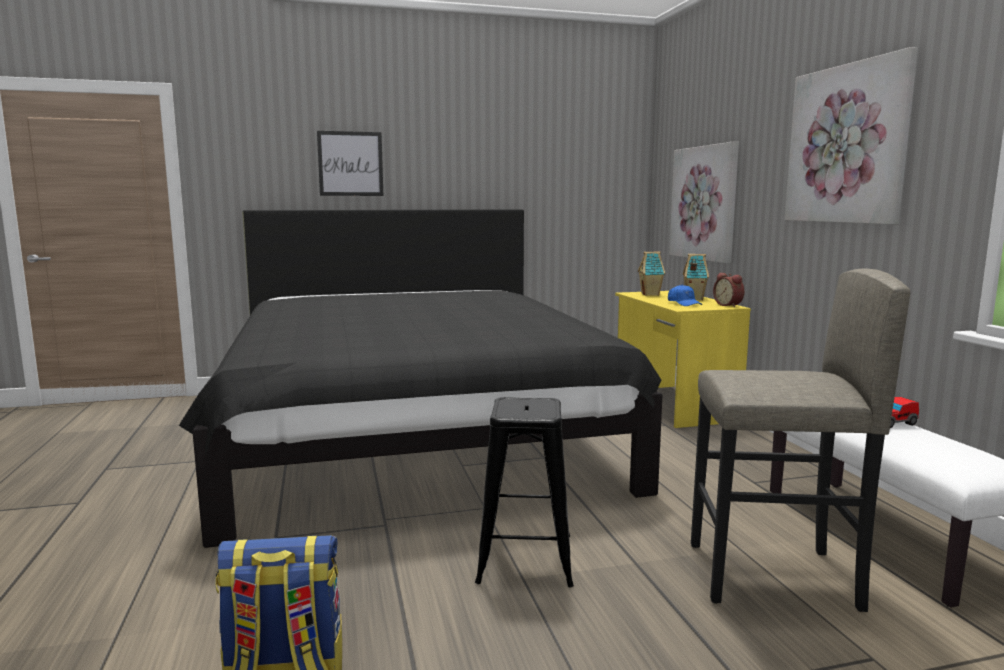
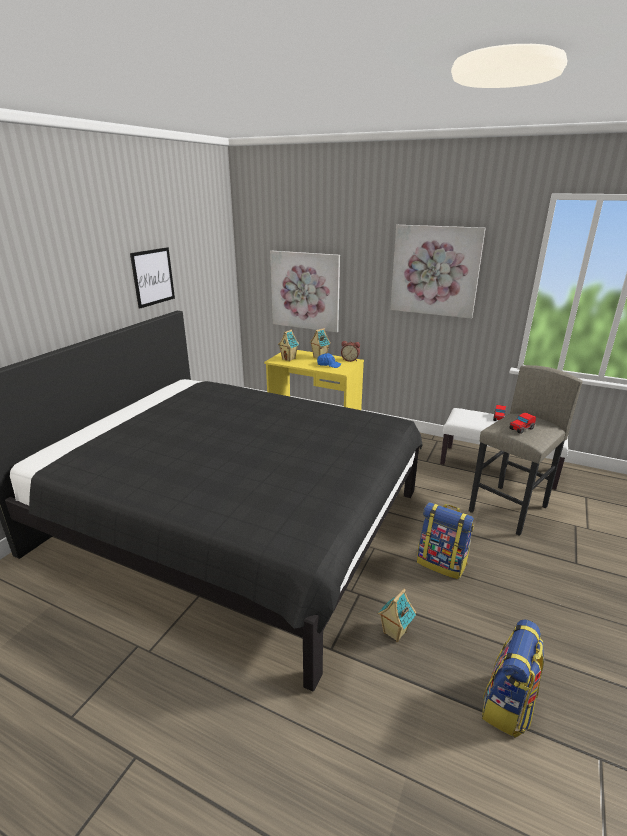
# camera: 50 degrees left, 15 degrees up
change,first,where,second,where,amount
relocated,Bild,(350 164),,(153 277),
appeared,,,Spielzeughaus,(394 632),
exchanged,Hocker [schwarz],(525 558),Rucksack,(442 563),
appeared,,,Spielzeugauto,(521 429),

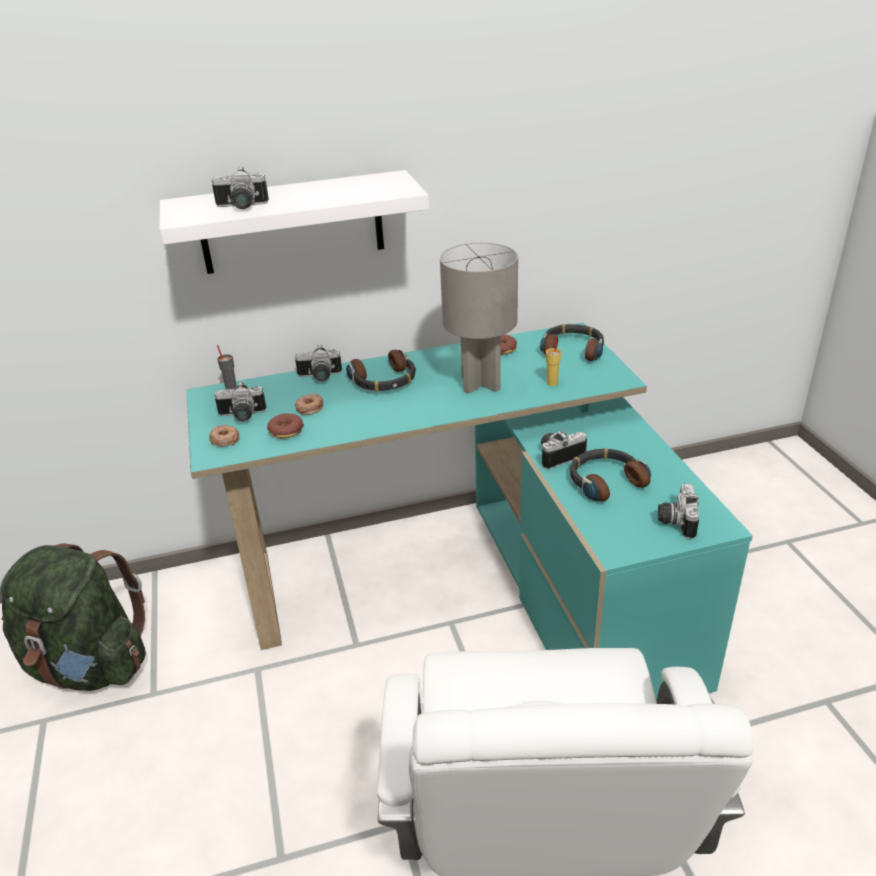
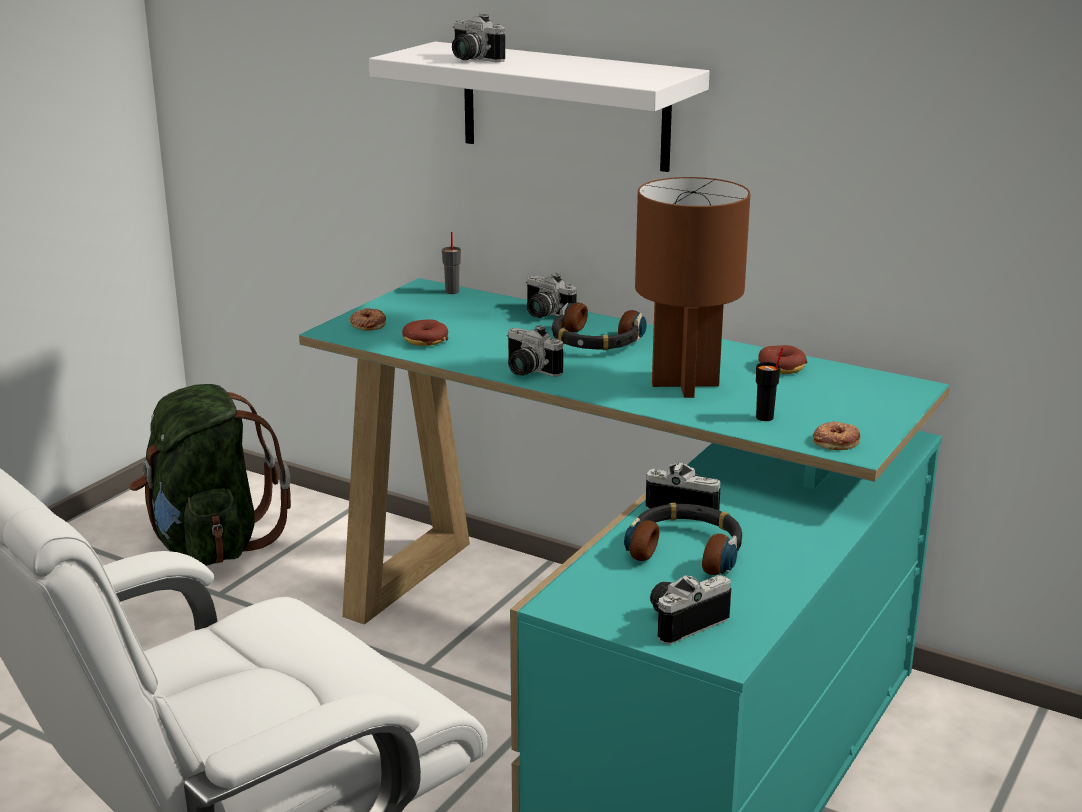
# camera: 45 degrees right, 10 degrees down
change,first,where,second,where,amount
relocated,Kamera,(241 416),,(527 371),
colour,Tischlampe [grau],(480 383),Tischlampe [braun],(686 384),
colour,Tasse [gelb],(552 383),Tasse [schwarz],(765 417),
relocated,Donut,(309 407),,(835 441),
missing,Kopfhörer,(573 349),,,

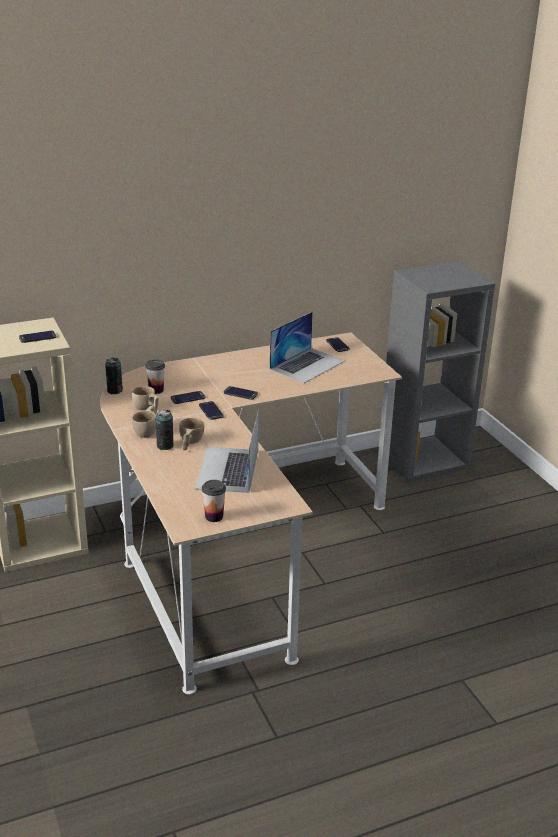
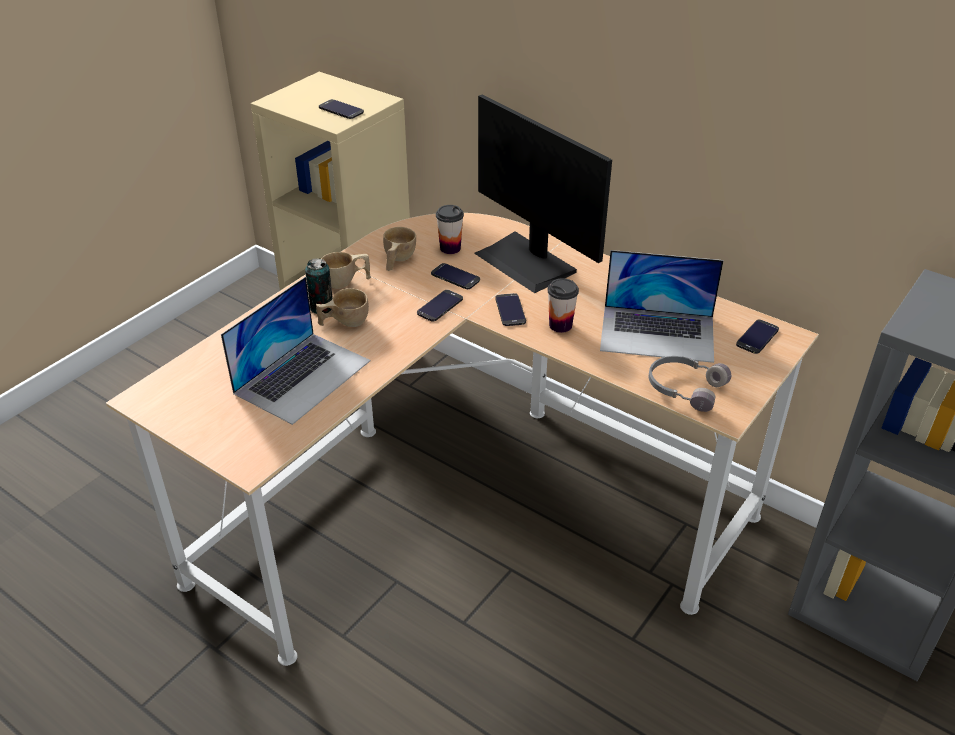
# camera: 60 degrees right, 10 degrees up
change,first,where,second,where,amount
spun,Laptop,(227 469),,(303 376),150 degrees clockwise
appeared,,,Monitor,(527 262),
relocated,Tasse,(214 516),,(560 325),
appeared,,,Kopfhörer [grau],(685 388),
missing,Dose,(115 391),,,

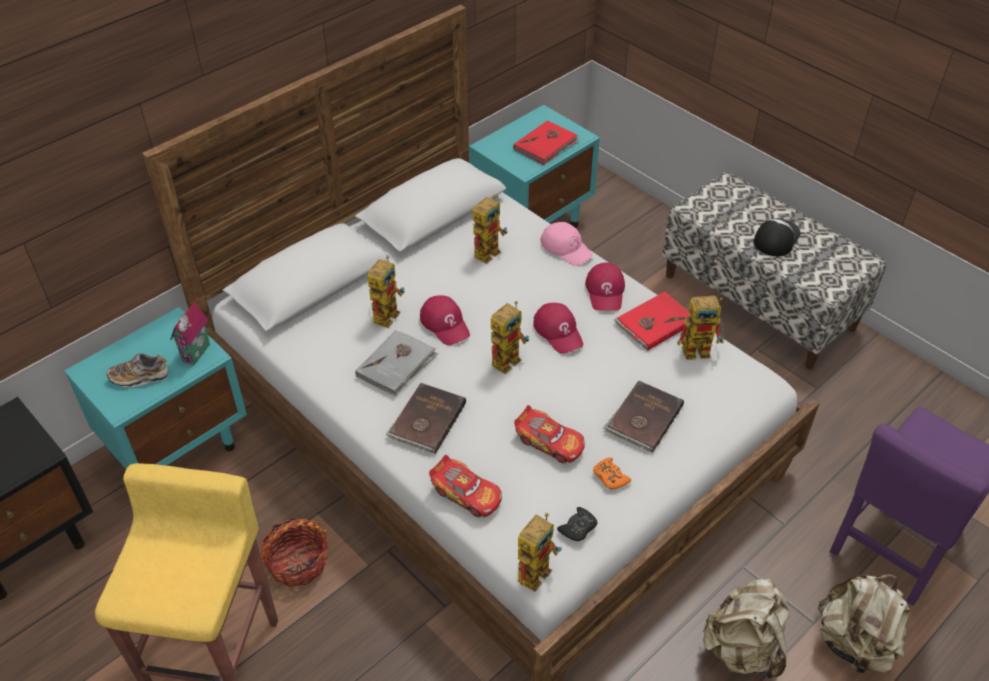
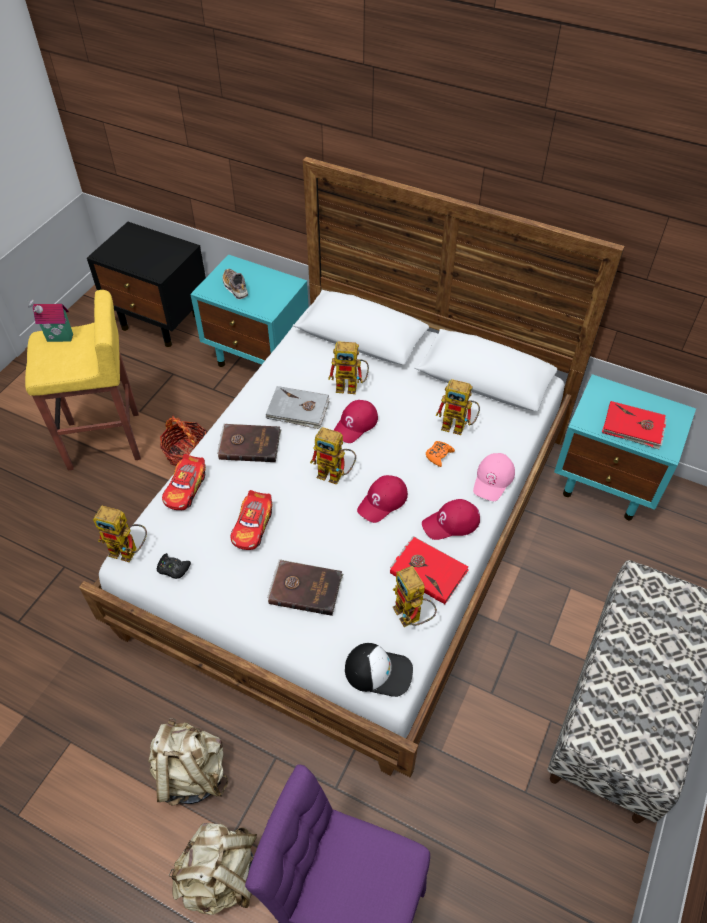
# camera: 70 degrees right, 5 degrees up
change,first,where,second,where,amount
relocated,Spielzeughaus,(198 353),,(59 339),
relocated,Kappe,(776 238),,(379 671),
relocated,Gamepad [orange],(610 477),,(439 455),

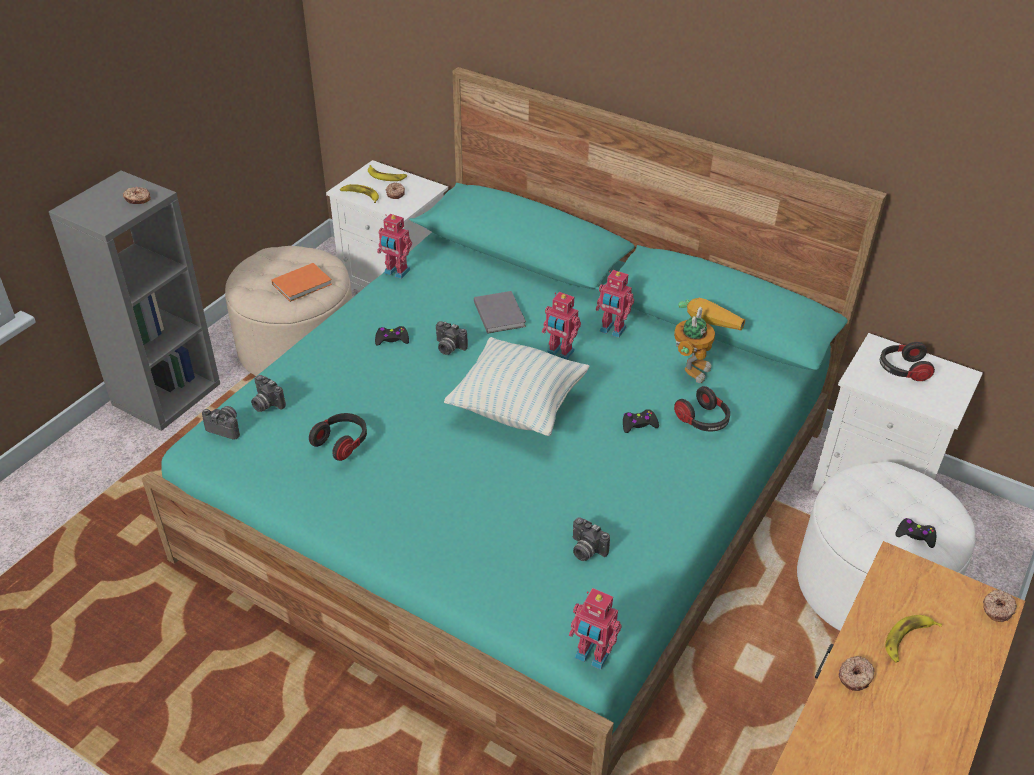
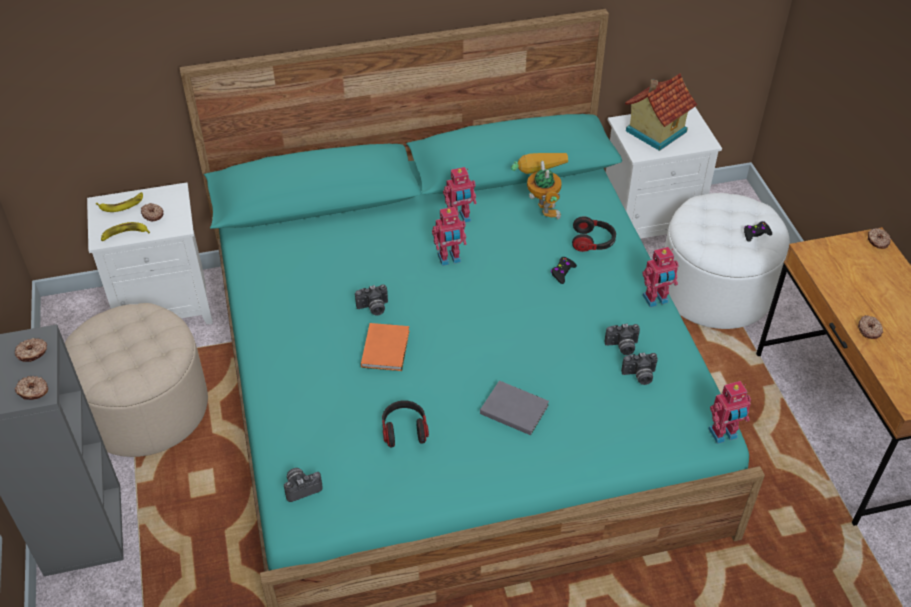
# camera: 45 degrees left, 5 degrees up
change,first,where,second,where,amount
appeared,,,Donut,(33 391),
relocated,Buch [orange],(303 284),,(386 347),
relocated,Buch [grau],(500 313),,(513 408),
relocated,Kamera,(266 404),,(622 347),
exchanged,Kopfhörer,(902 370),Spielzeughaus,(654 131),
relocated,Spielzeugroboter,(396 272),,(656 300),
missing,Gamepad [schwarz],(392 339),,,
missing,Kissen,(517 407),,,
missing,Banane,(908 640),,,

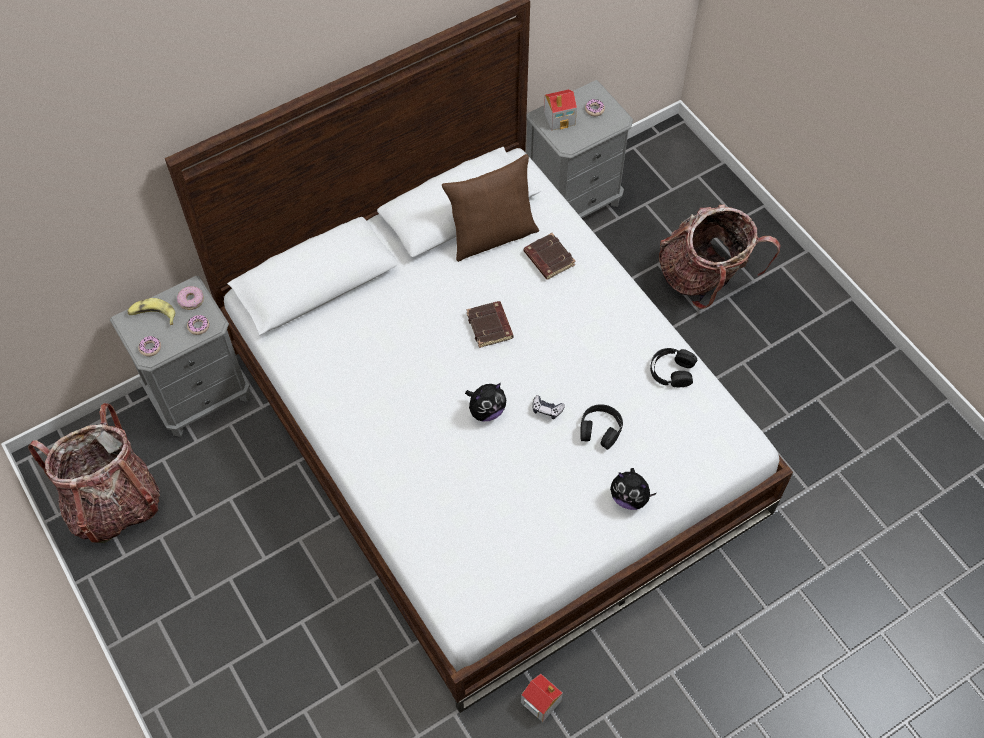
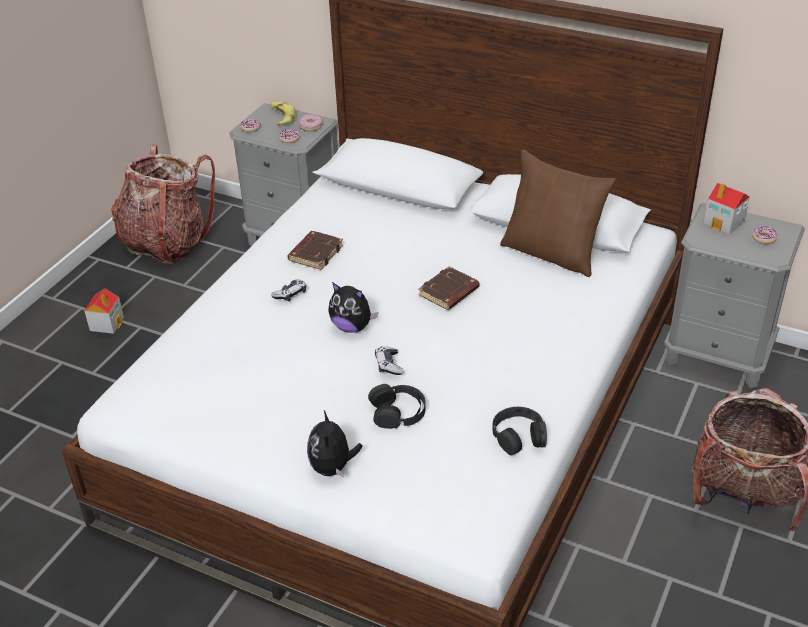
# camera: 60 degrees right, 20 degrees down
change,first,where,second,where,amount
relocated,Spielzeughaus,(540 701),,(107 323),
appeared,,,Gamepad,(290 294),
relocated,Buch [braun],(548 259),,(315 253),

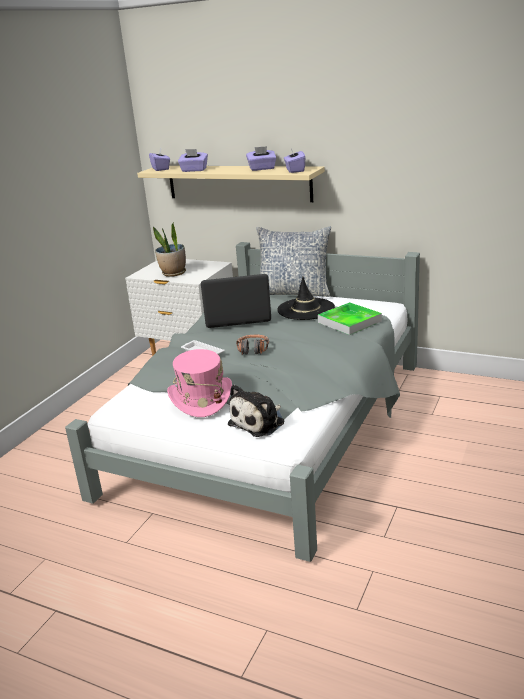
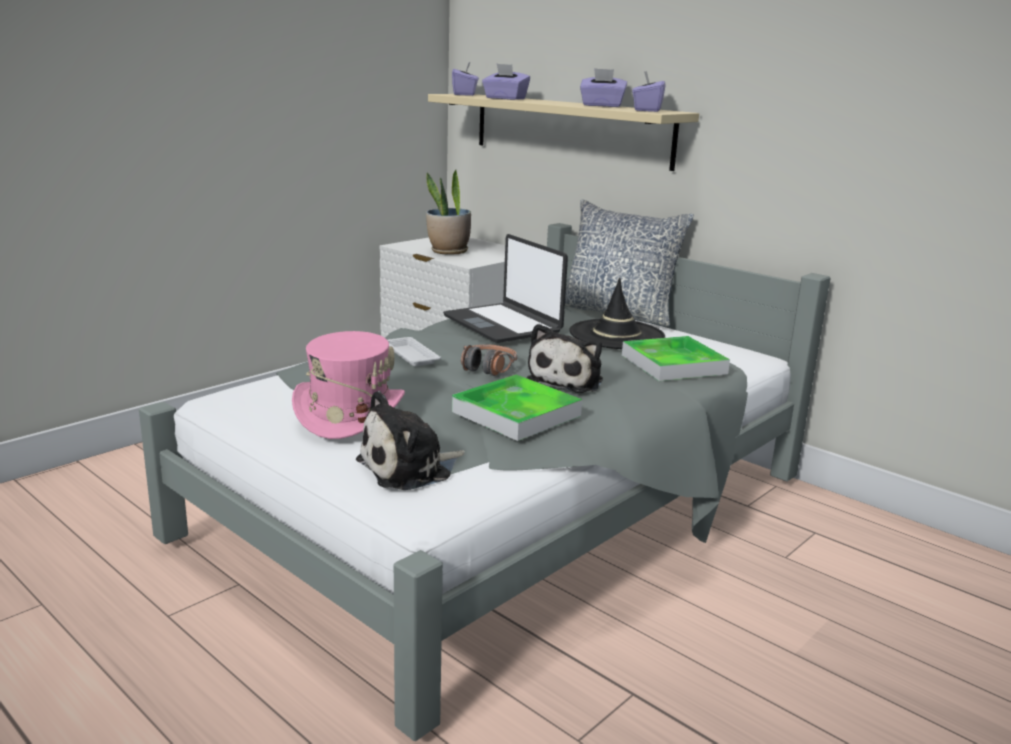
# camera: 15 degrees right, 5 degrees down
change,first,where,second,where,amount
spun,Laptop,(237 317),,(503 324),135 degrees counterclockwise
appeared,,,Tablett,(516 414),
appeared,,,Plüschtier,(567 380),

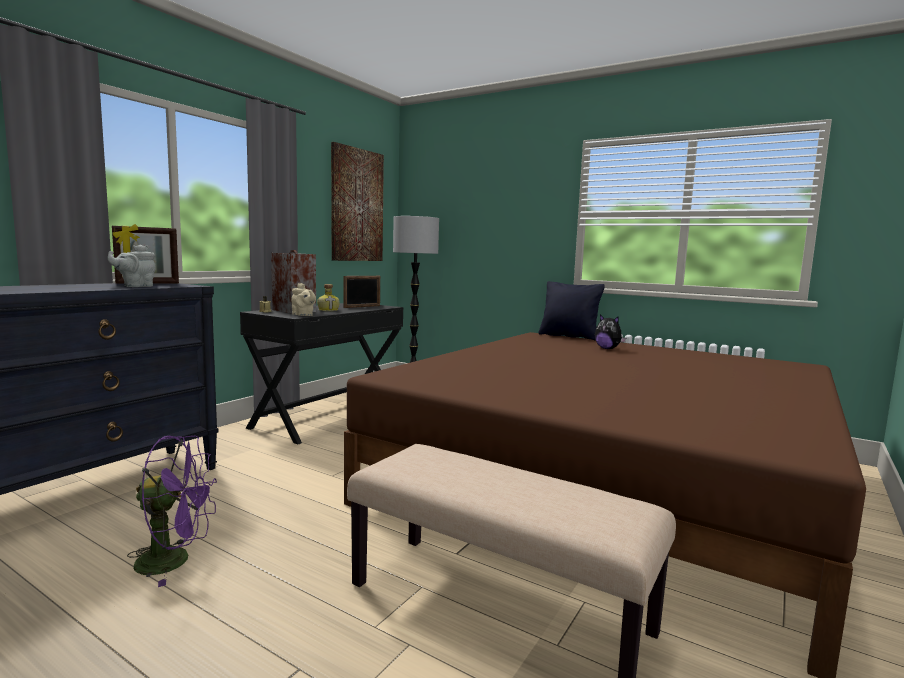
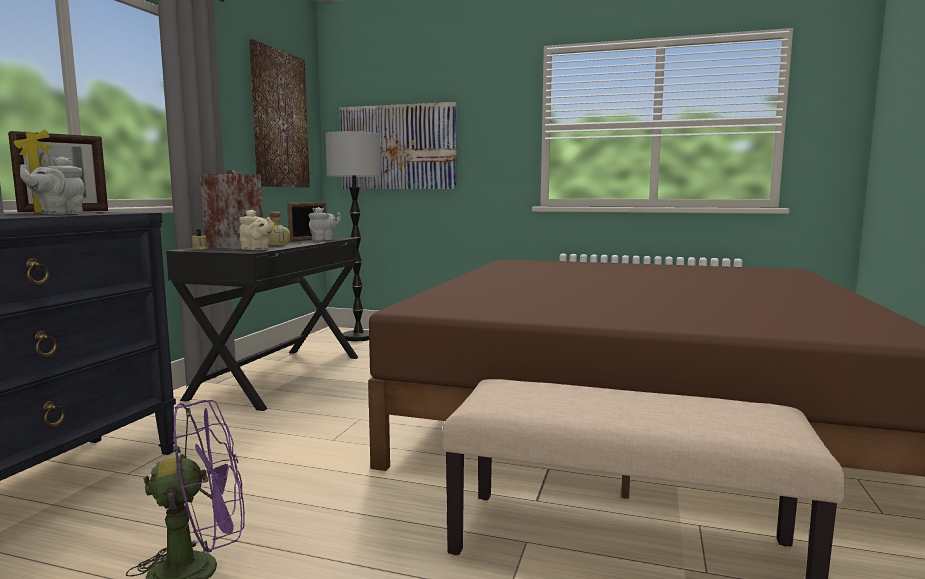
# camera: 15 degrees left, 0 degrees up
change,first,where,second,where,amount
appeared,,,Teekanne [grau],(324 240),
appeared,,,Bild,(397 147),
missing,Kissen [schwarz],(569 336),,,
missing,Plüschtier,(607 349),,,

